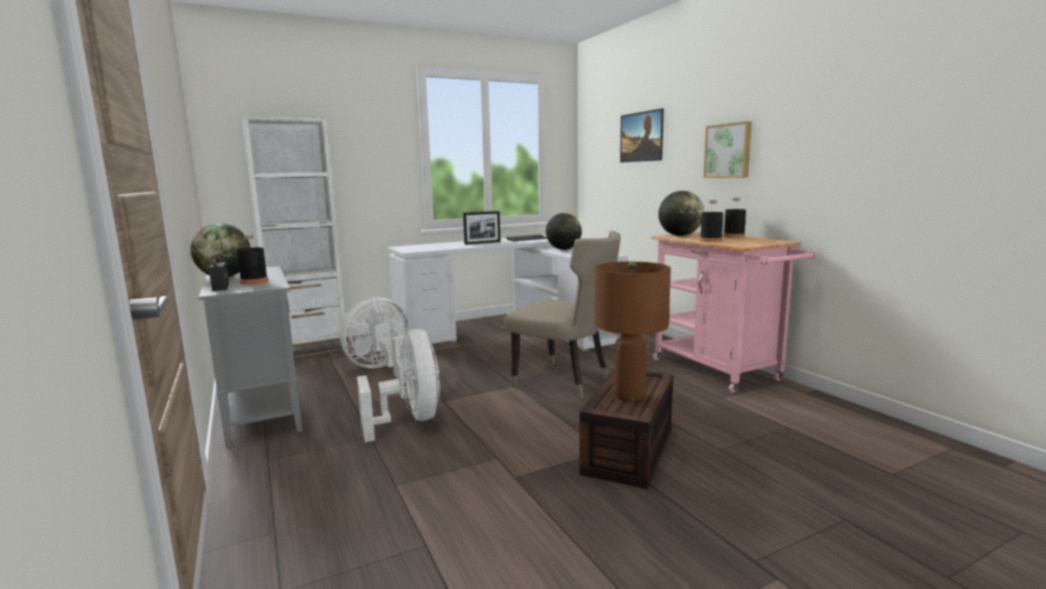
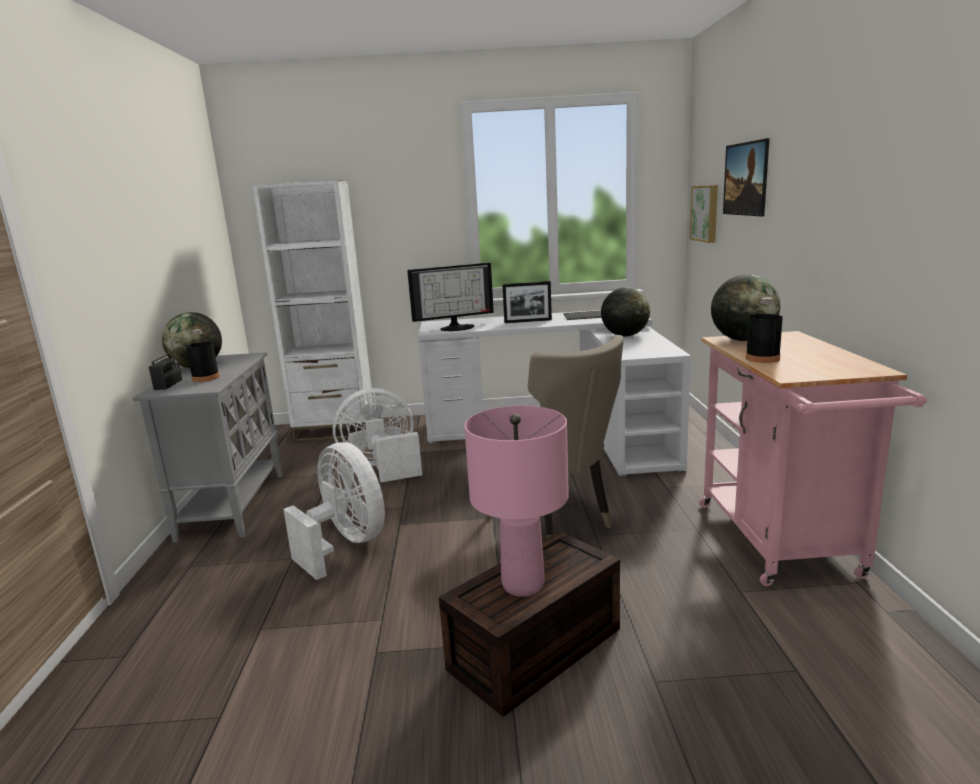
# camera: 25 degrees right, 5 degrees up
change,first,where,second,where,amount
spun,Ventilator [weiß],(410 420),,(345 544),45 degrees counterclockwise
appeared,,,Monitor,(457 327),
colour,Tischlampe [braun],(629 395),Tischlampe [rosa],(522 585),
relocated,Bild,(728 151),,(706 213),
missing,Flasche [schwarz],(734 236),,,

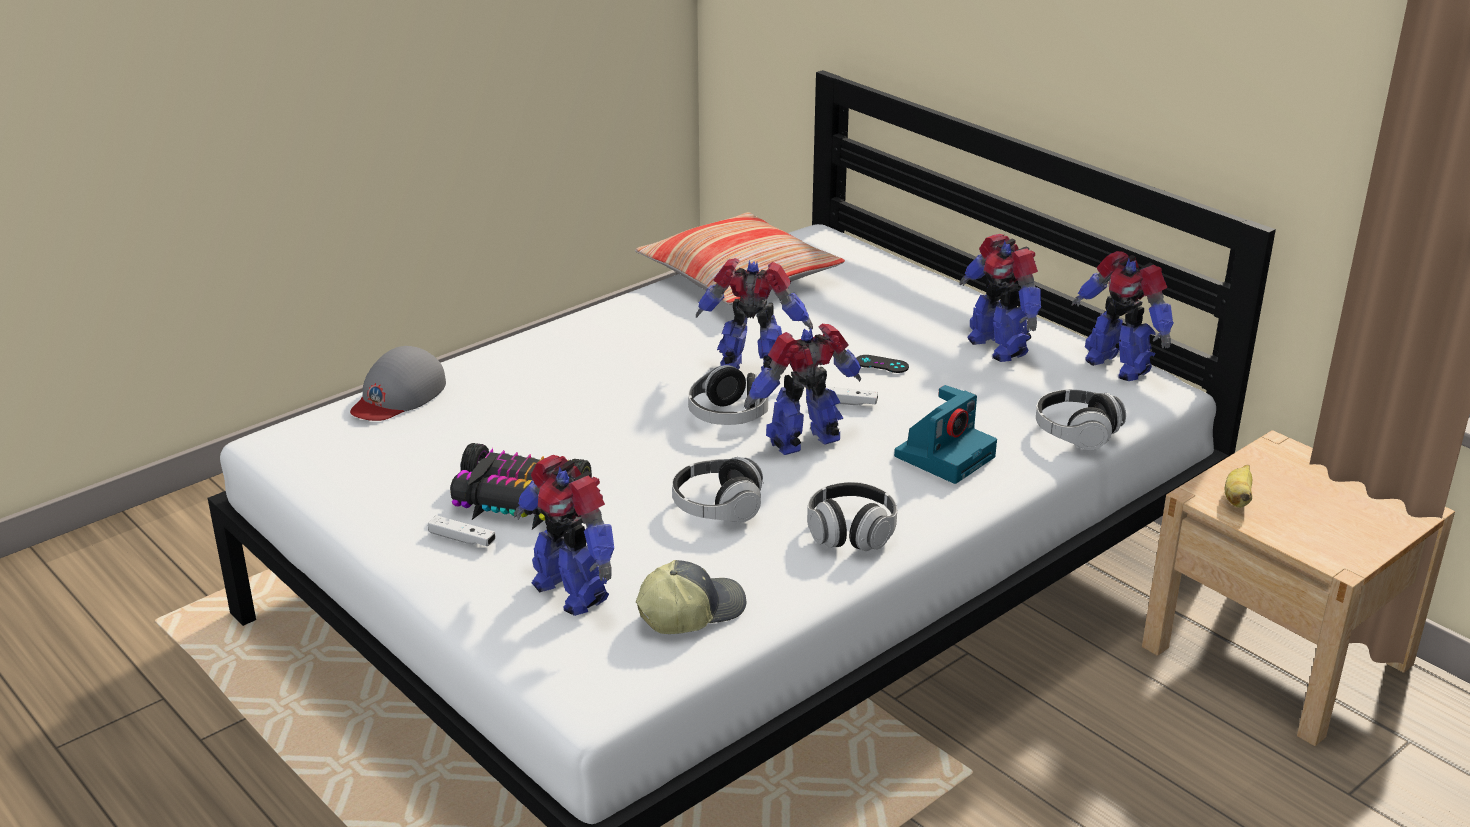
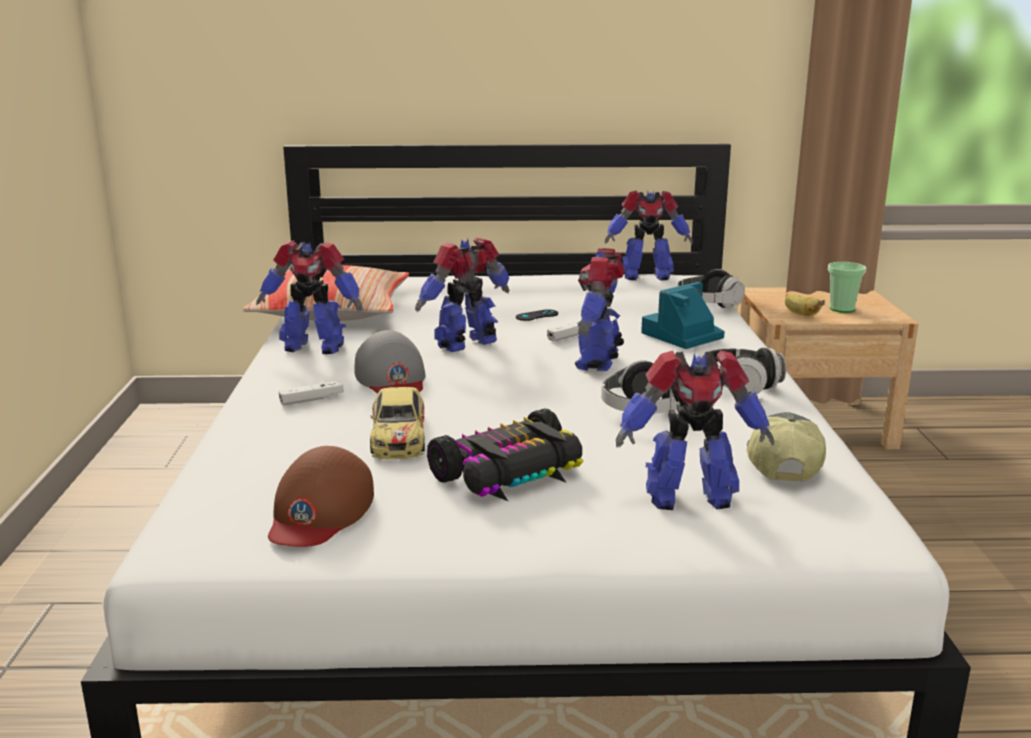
# camera: 50 degrees left, 10 degrees down
change,first,where,second,where,amount
relocated,Spielzeugroboter,(998 346),,(313 346),
appeared,,,Kappe [braun],(320 511),
relocated,Gamepad [weiß],(462 539),,(311 399),
relocated,Kappe [grau],(398 395),,(391 378),
appeared,,,Spielzeugauto,(398 434),
spun,Kamera,(945 455),,(681 336),120 degrees counterclockwise
appeared,,,Tasse,(842 309),
missing,Kopfhörer,(729 416),,,

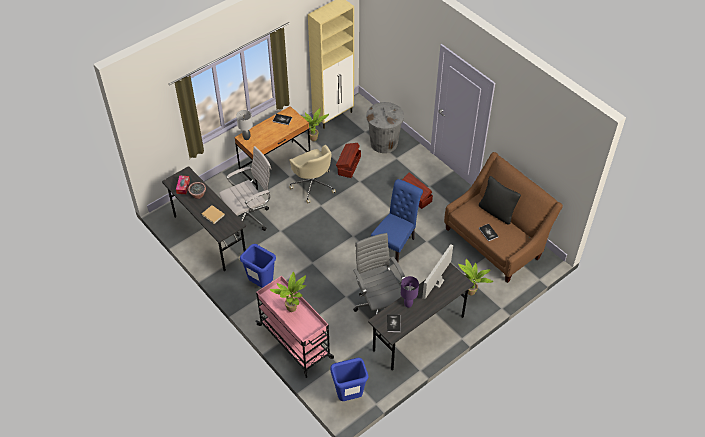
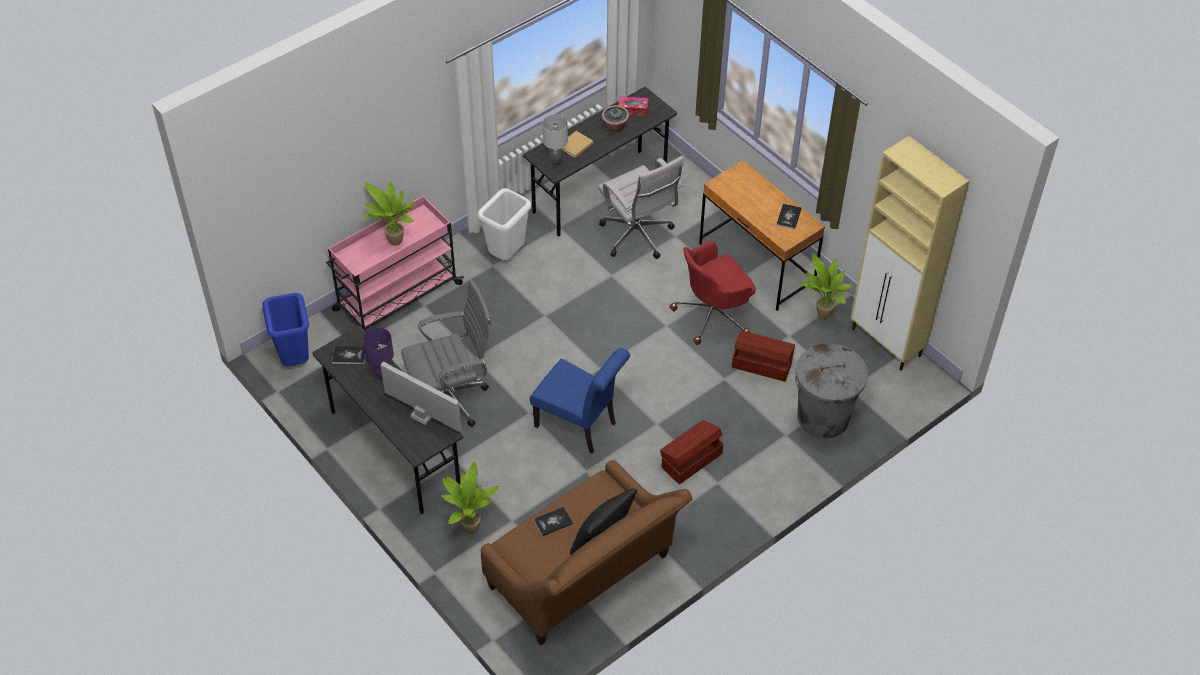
# camera: 90 degrees right, 0 degrees up
change,first,where,second,where,amount
colour,Mülleimer [blau],(261 283),Mülleimer [weiß],(507 255),
relocated,Tischlampe [grau],(247 137),,(555 162),
colour,Bürostuhl [beige],(313 184),Bürostuhl [rot],(713 315),

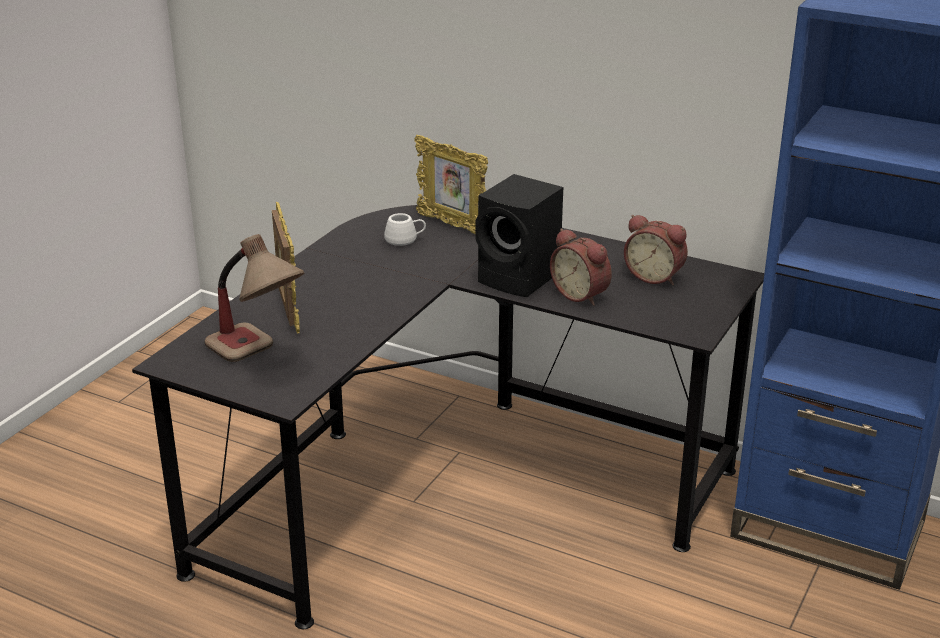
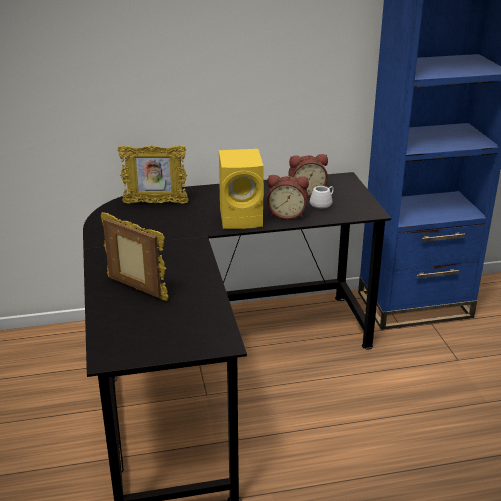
# camera: 40 degrees left, 0 degrees up
change,first,where,second,where,amount
colour,Lautsprecher [schwarz],(521 279),Lautsprecher [gelb],(243 218),
relocated,Henkelbecher [weiß],(405 239),,(323 203),
missing,Tischlampe,(259 357),,,

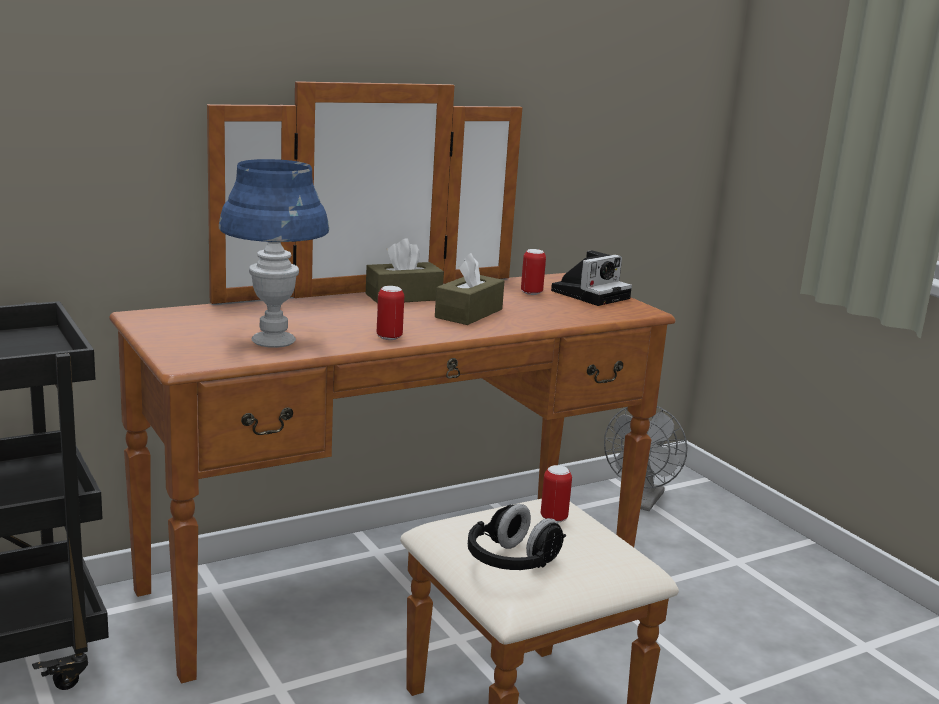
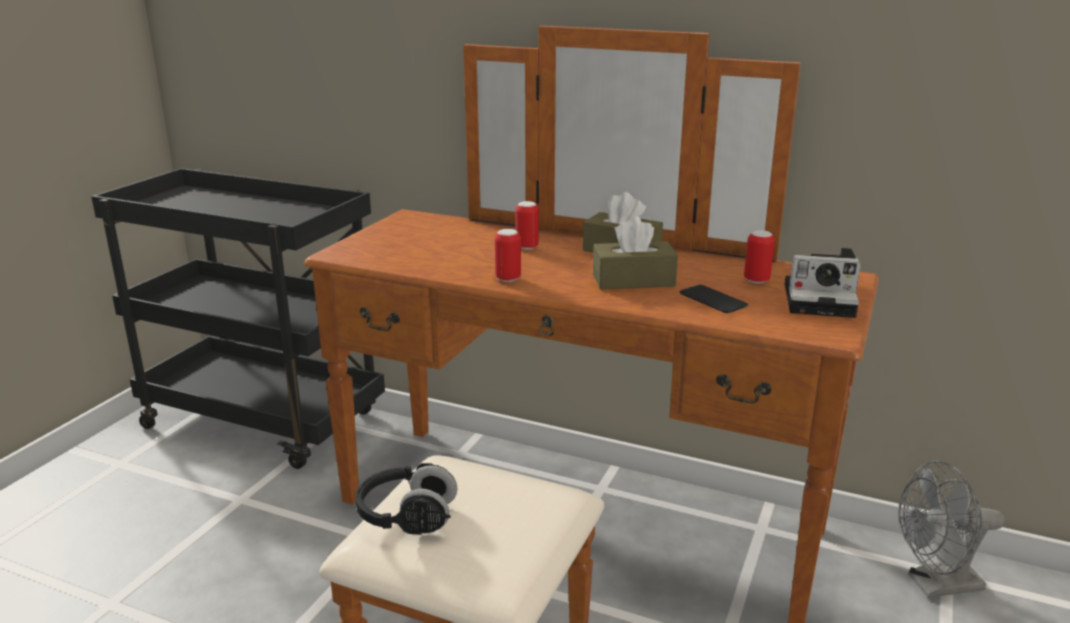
# camera: 55 degrees right, 5 degrees up
change,first,where,second,where,amount
relocated,Dose,(553 518),,(527 247),
appeared,,,Handy,(713 300),
missing,Tischlampe [blau],(273 341),,,

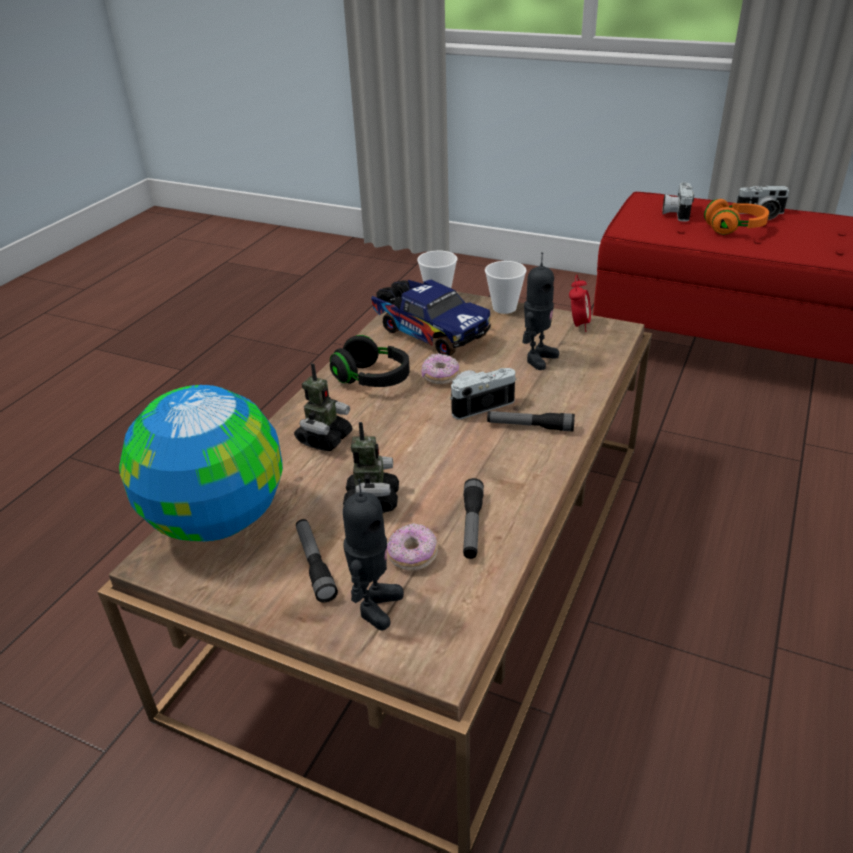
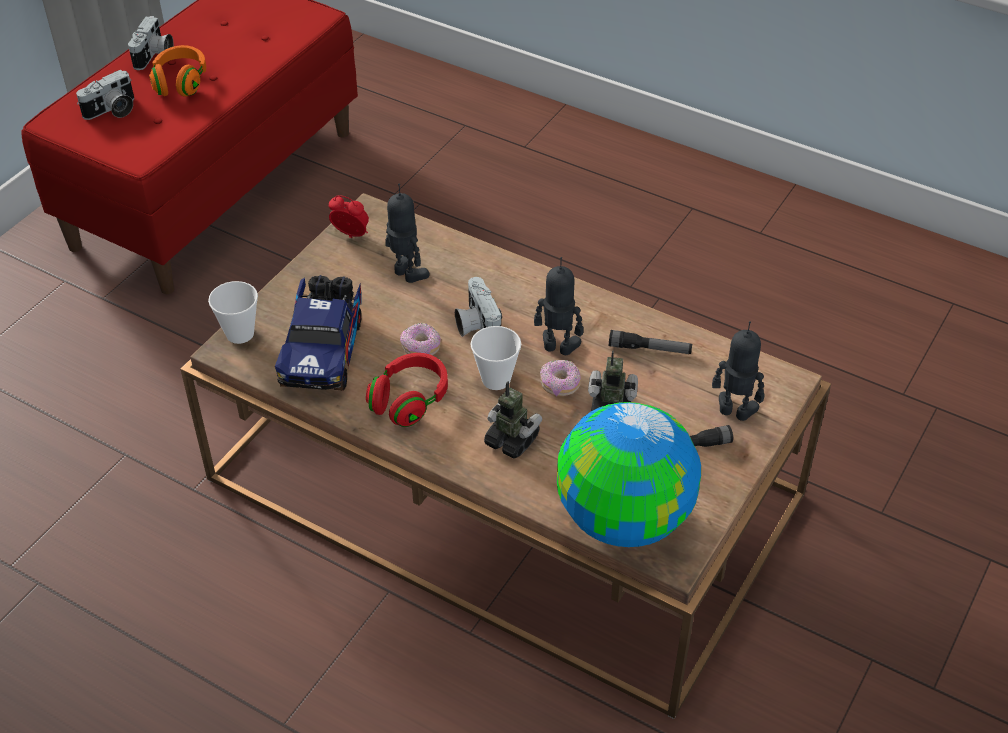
# camera: 85 degrees left, 10 degrees up
change,first,where,second,where,amount
spun,Kamera,(675 213),,(112 111),60 degrees counterclockwise
spun,Spielzeuglaster,(429 332),,(324 348),135 degrees clockwise
colour,Kopfhörer [schwarz],(372 379),Kopfhörer [rot],(410 400),
relocated,Tasse,(504 308),,(496 379),
appeared,,,Spielzeugroboter,(558 348),
relocated,Donut,(412 556),,(560 385),
missing,Taschenlampe,(530 426),,,

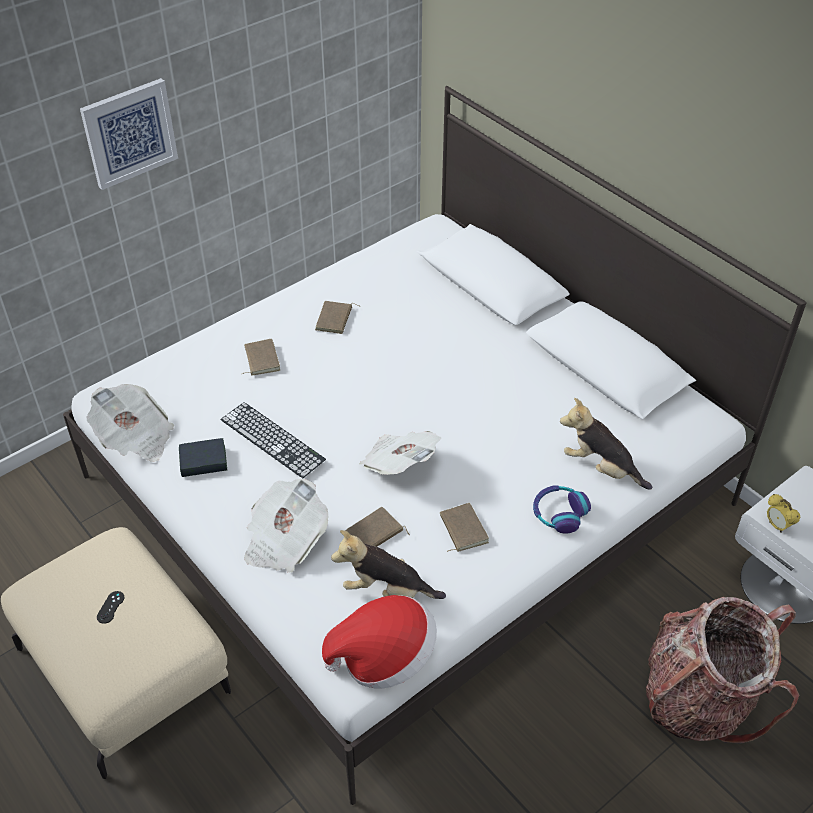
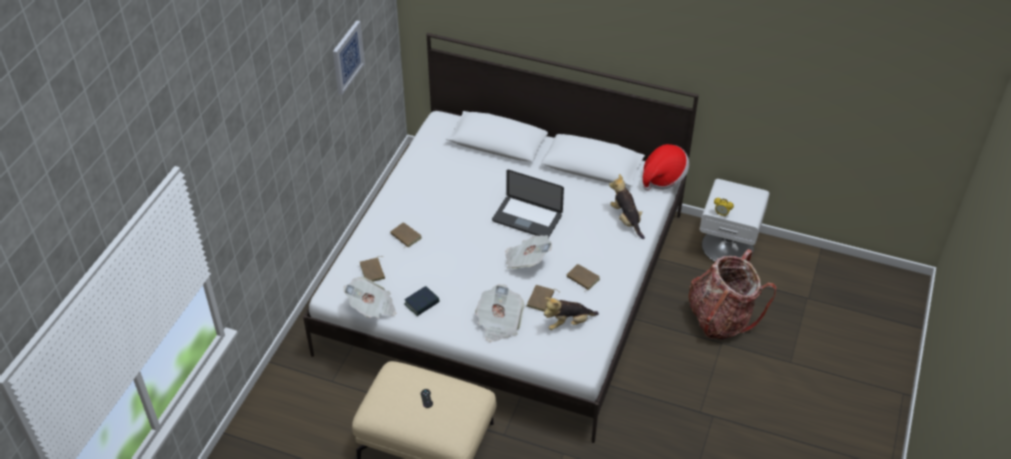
# camera: 30 degrees left, 0 degrees up
change,first,where,second,where,amount
relocated,Bild,(129 133),,(347 57),
relocated,Buch [braun],(335 320),,(373 271),
appeared,,,Laptop,(527 218),
spun,Plüschtier,(601 468),,(626 220),60 degrees clockwise
relocated,Hut,(384 657),,(663 177),
missing,Tastatur,(272 439),,,
missing,Kopfhörer,(559 513),,,

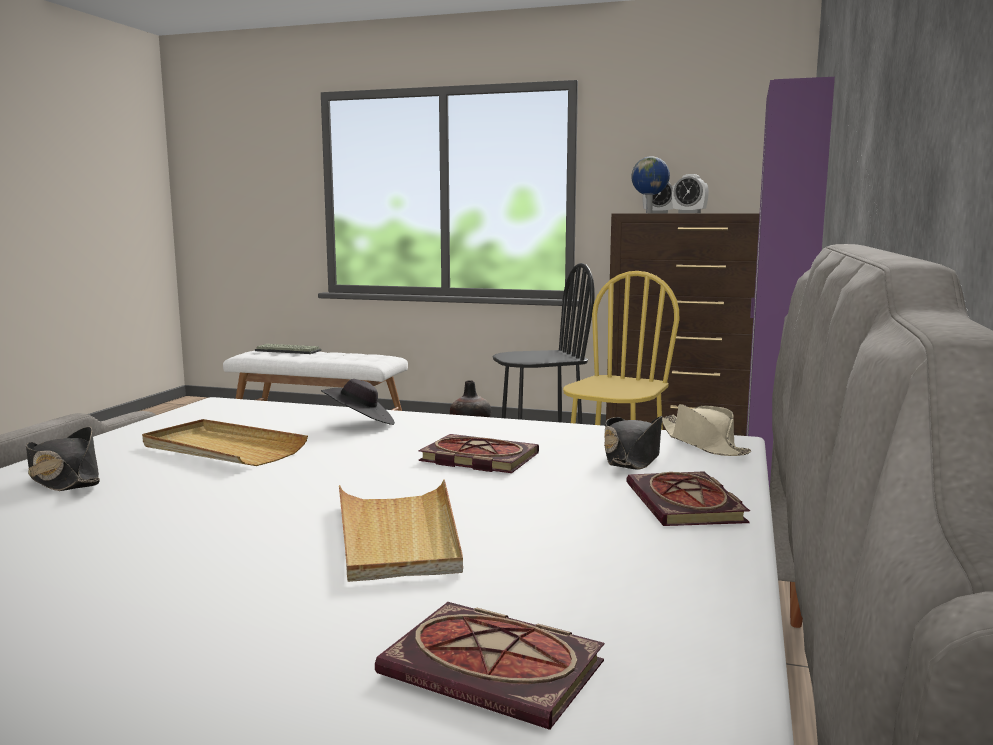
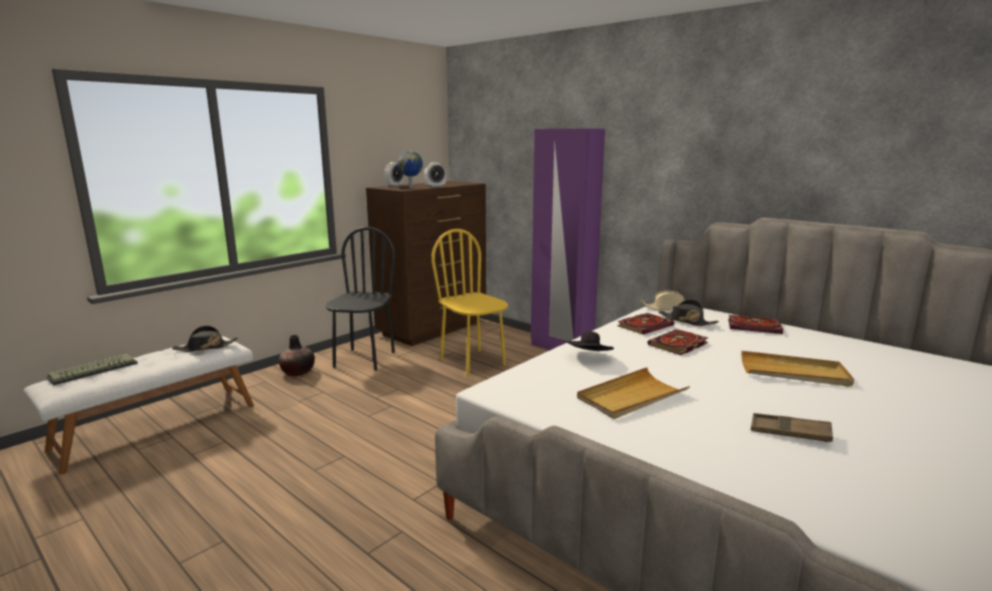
# camera: 65 degrees left, 5 degrees up
change,first,where,second,where,amount
relocated,Hut [schwarz],(64 479),,(206 347),
relocated,Buch,(499 669),,(645 325),
appeared,,,Tablett [braun],(790 432),

